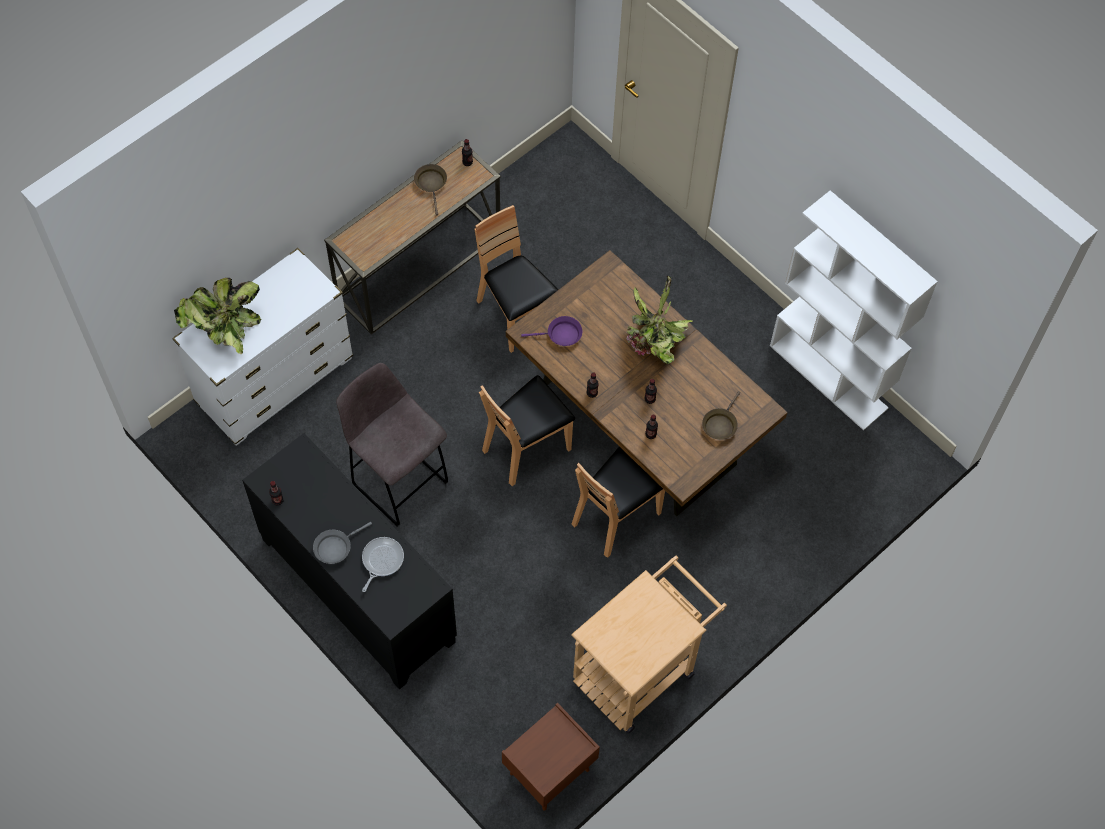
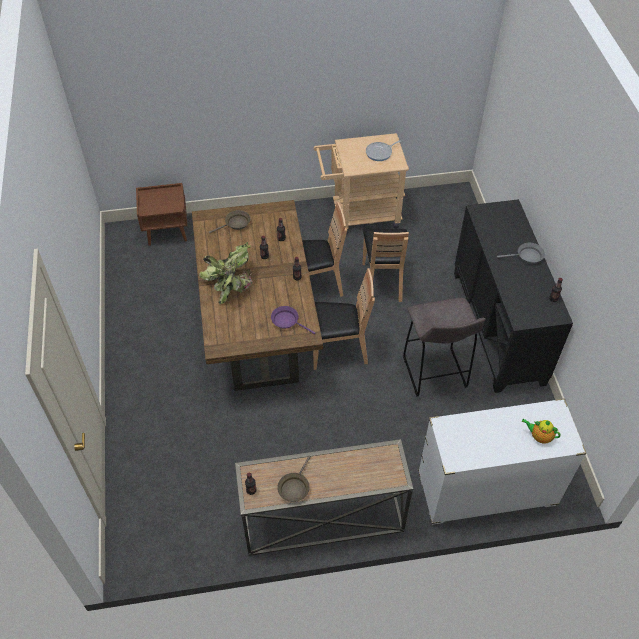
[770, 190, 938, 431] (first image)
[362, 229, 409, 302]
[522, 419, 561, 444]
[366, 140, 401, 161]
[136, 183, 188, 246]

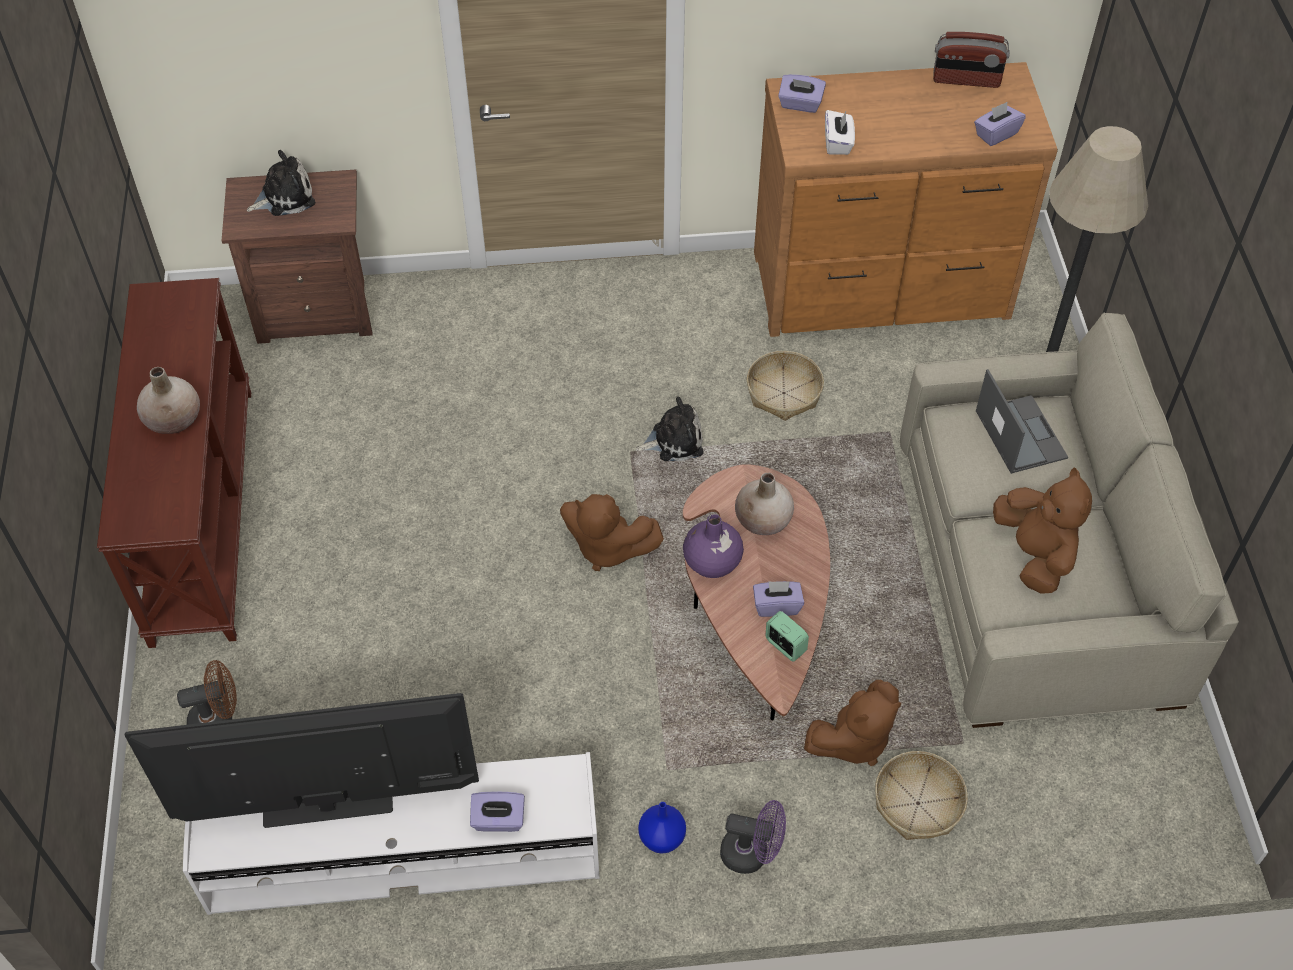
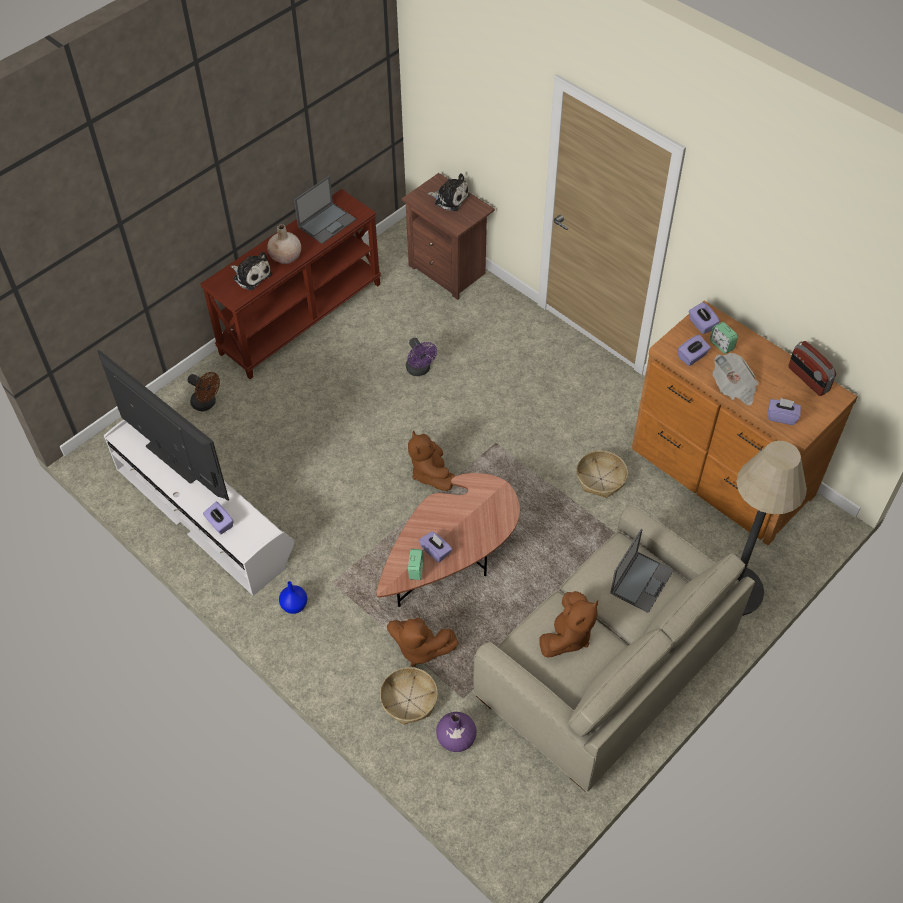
[678, 335, 711, 366]
[231, 252, 272, 291]
[735, 473, 794, 535] (first image)
[436, 712, 477, 752]
[406, 338, 437, 376]
[294, 176, 356, 244]
[710, 322, 738, 354]
[713, 353, 759, 406]

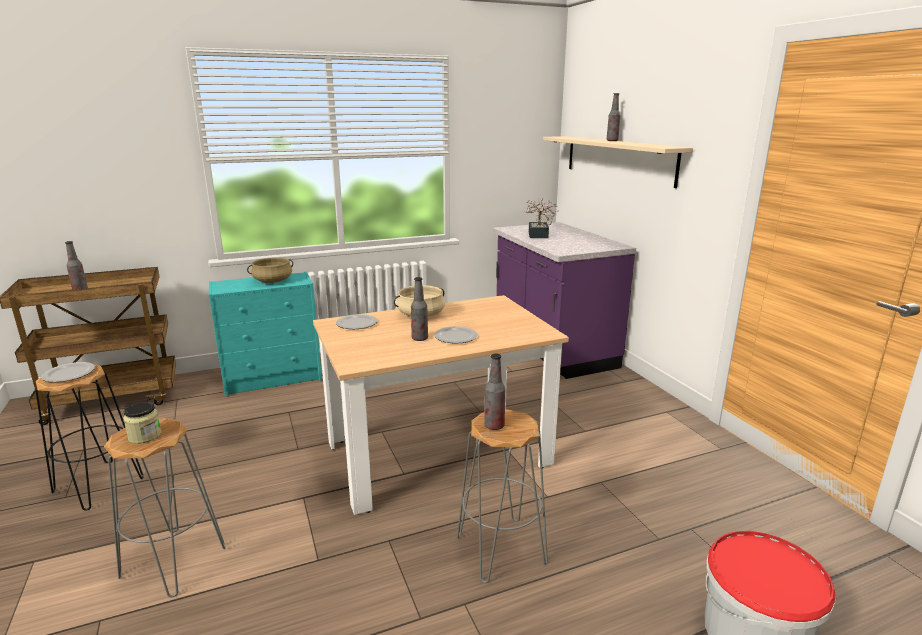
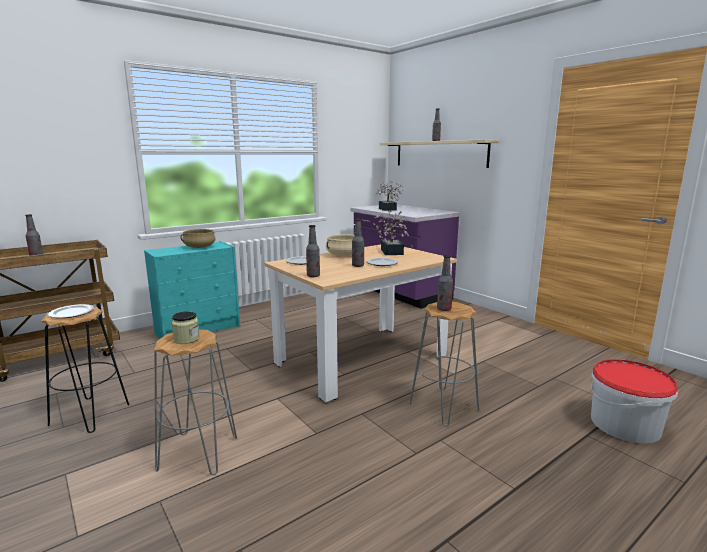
[373, 210, 409, 255]
[306, 225, 320, 277]

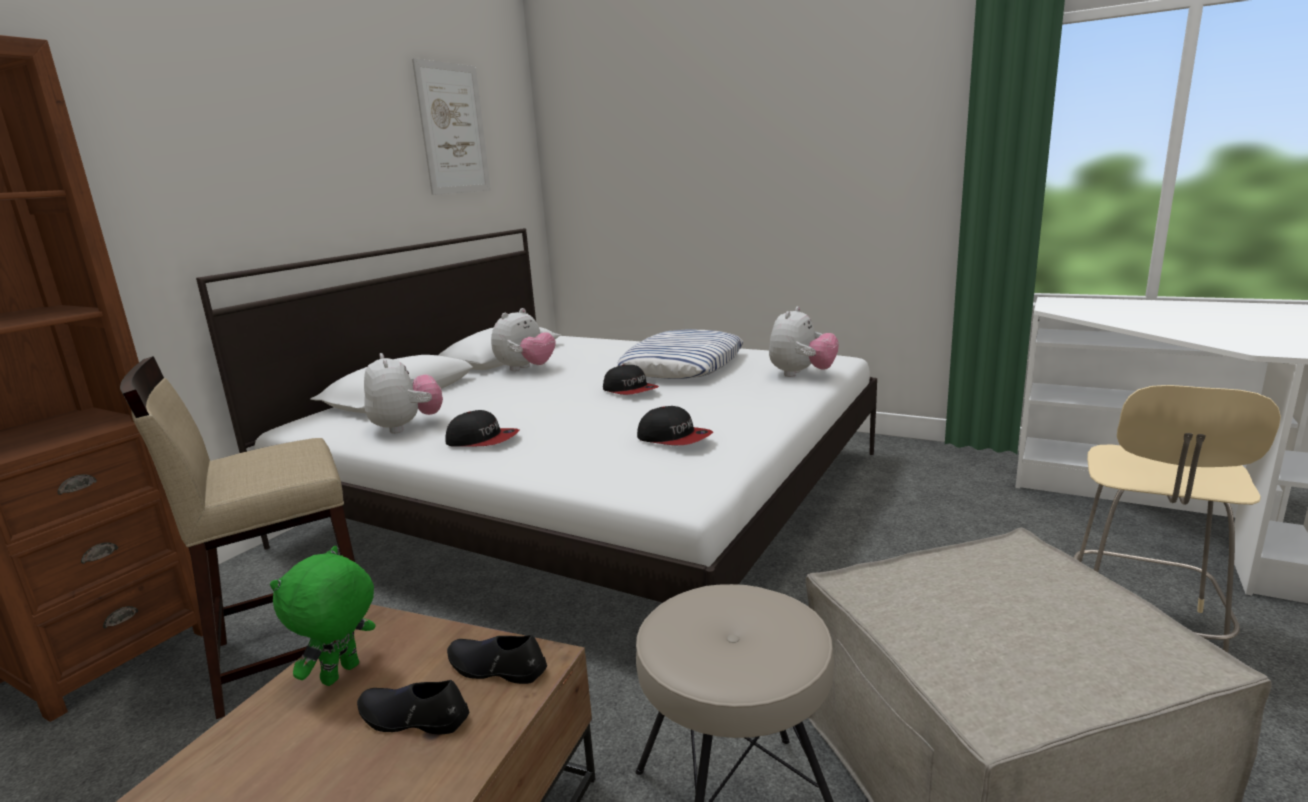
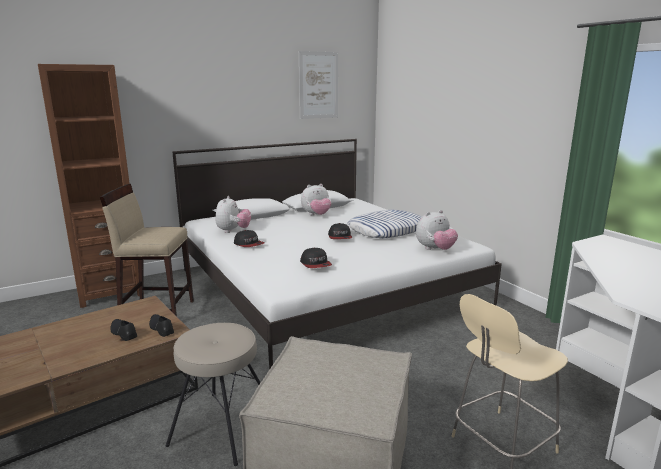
[270, 546, 375, 686] (first image)

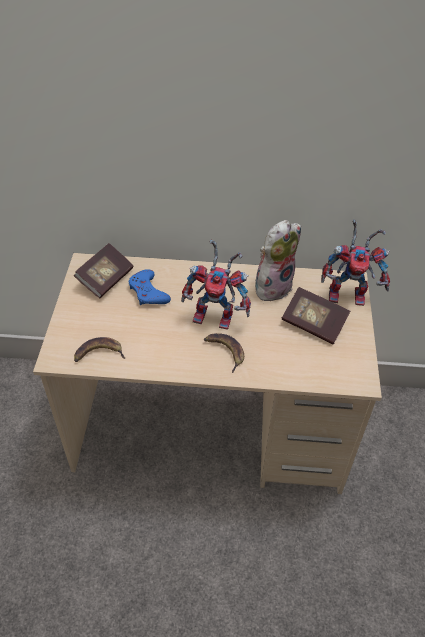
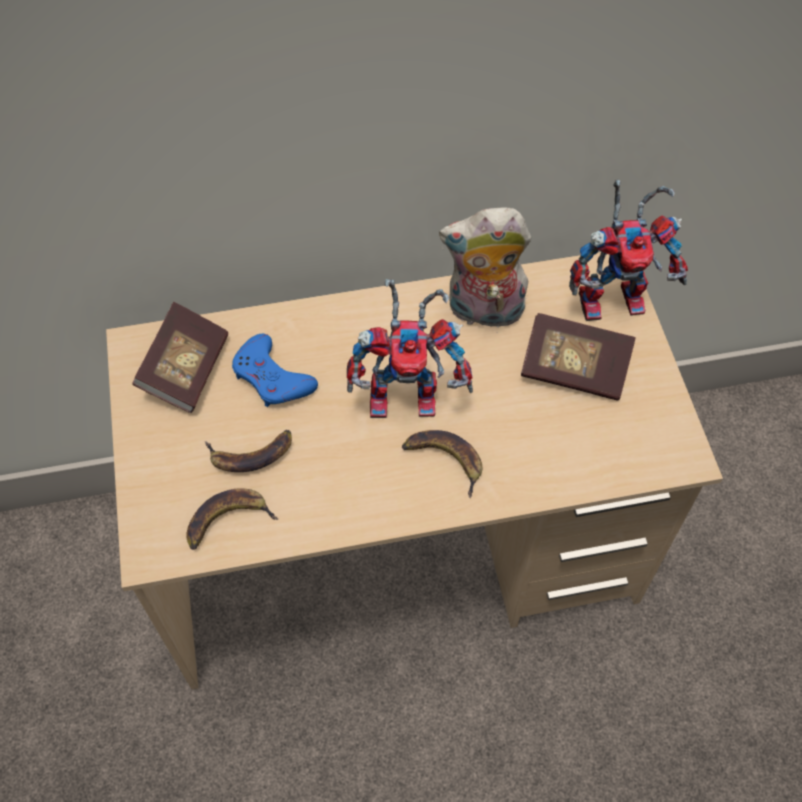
[439, 208, 531, 328]
[205, 430, 292, 472]

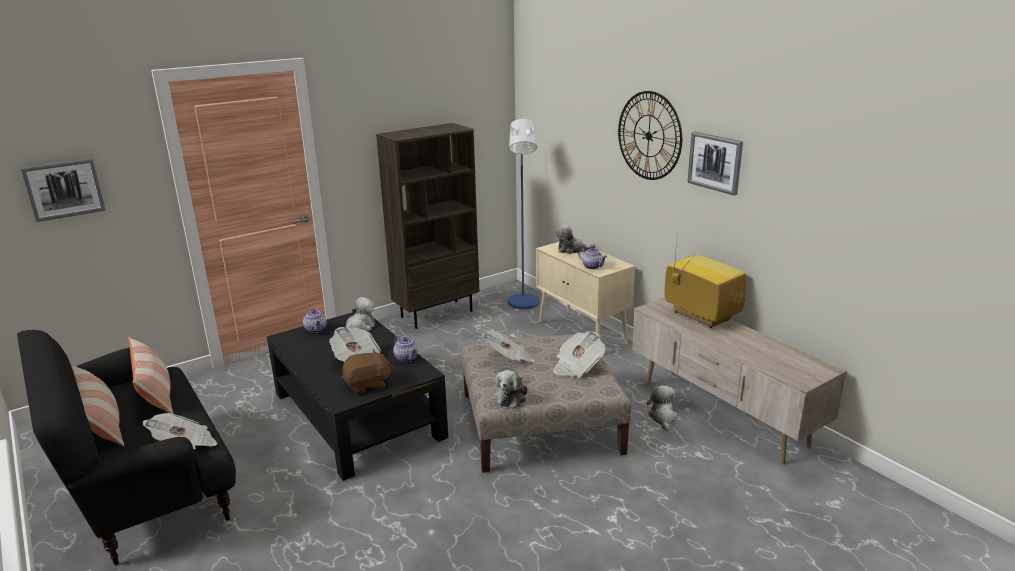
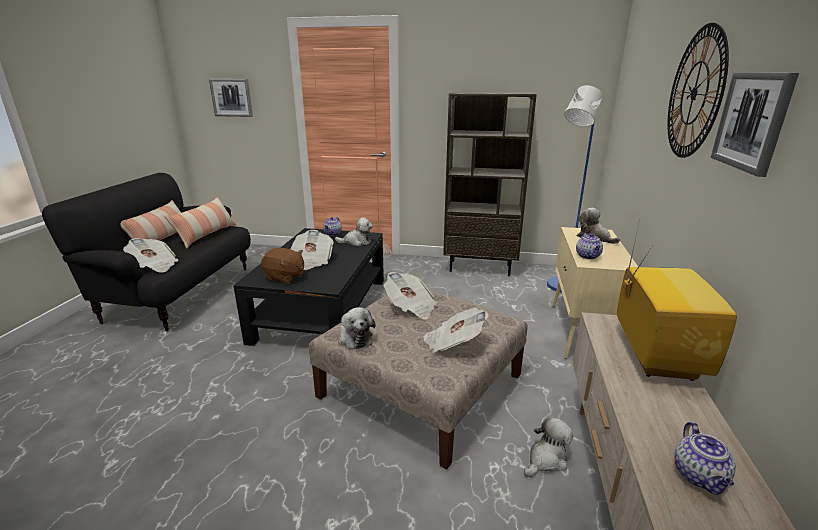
[674, 422, 736, 495]
[338, 307, 376, 349]

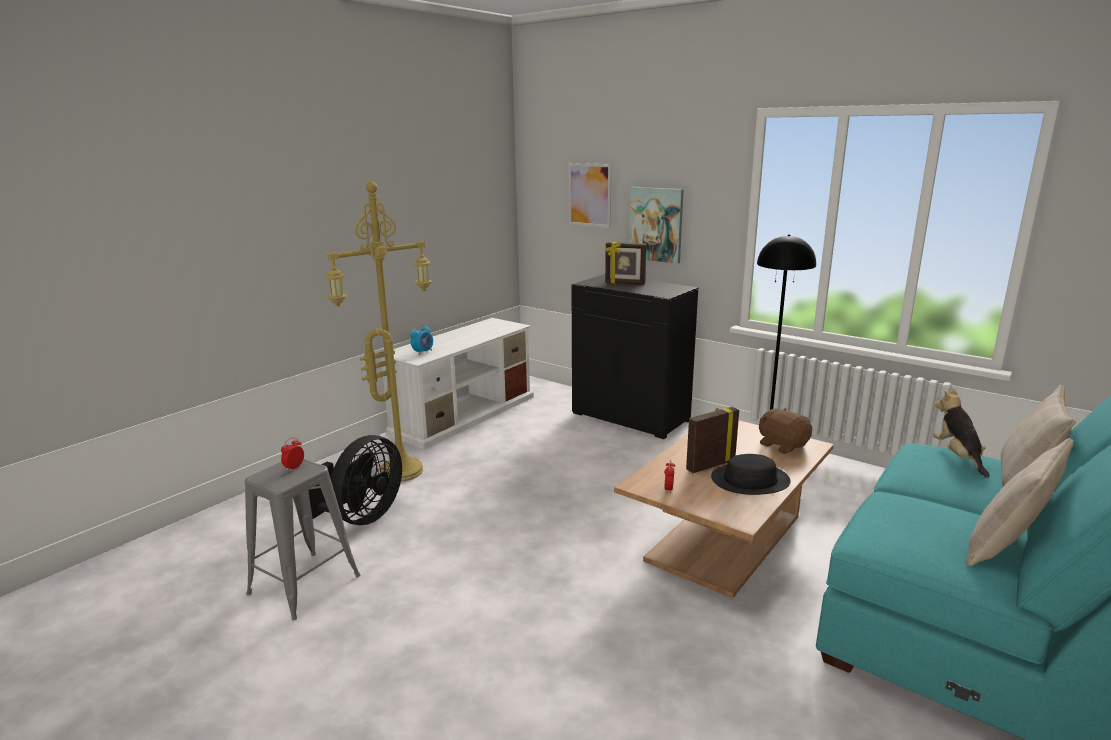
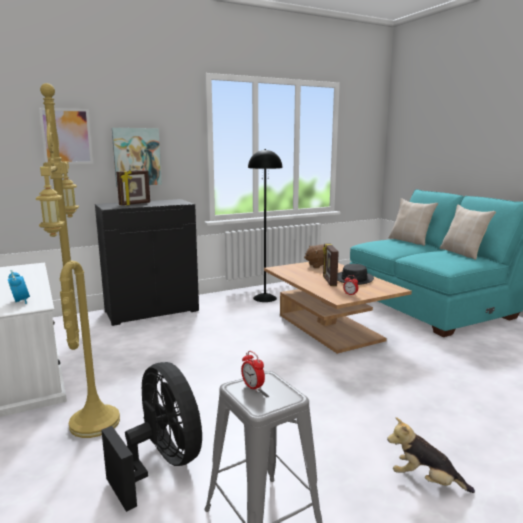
[387, 417, 475, 493]

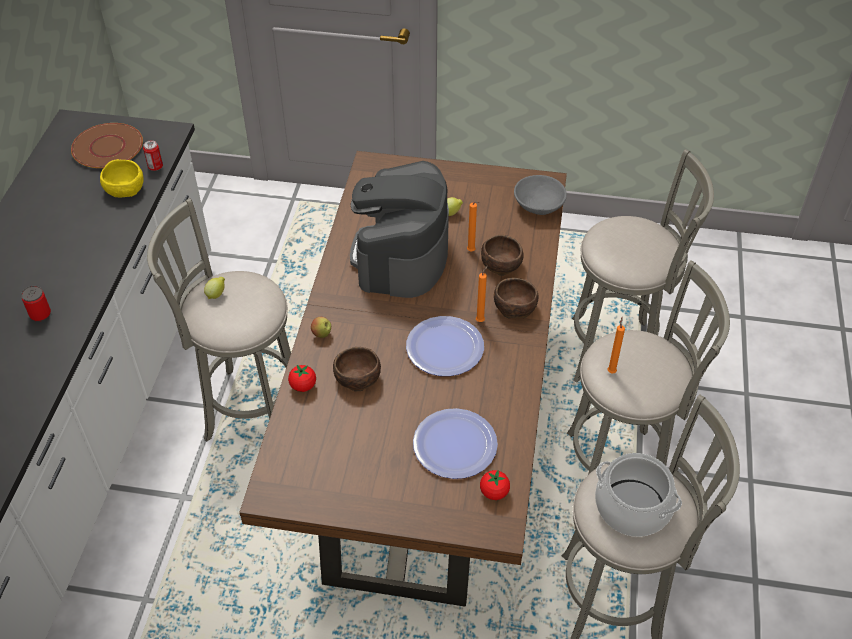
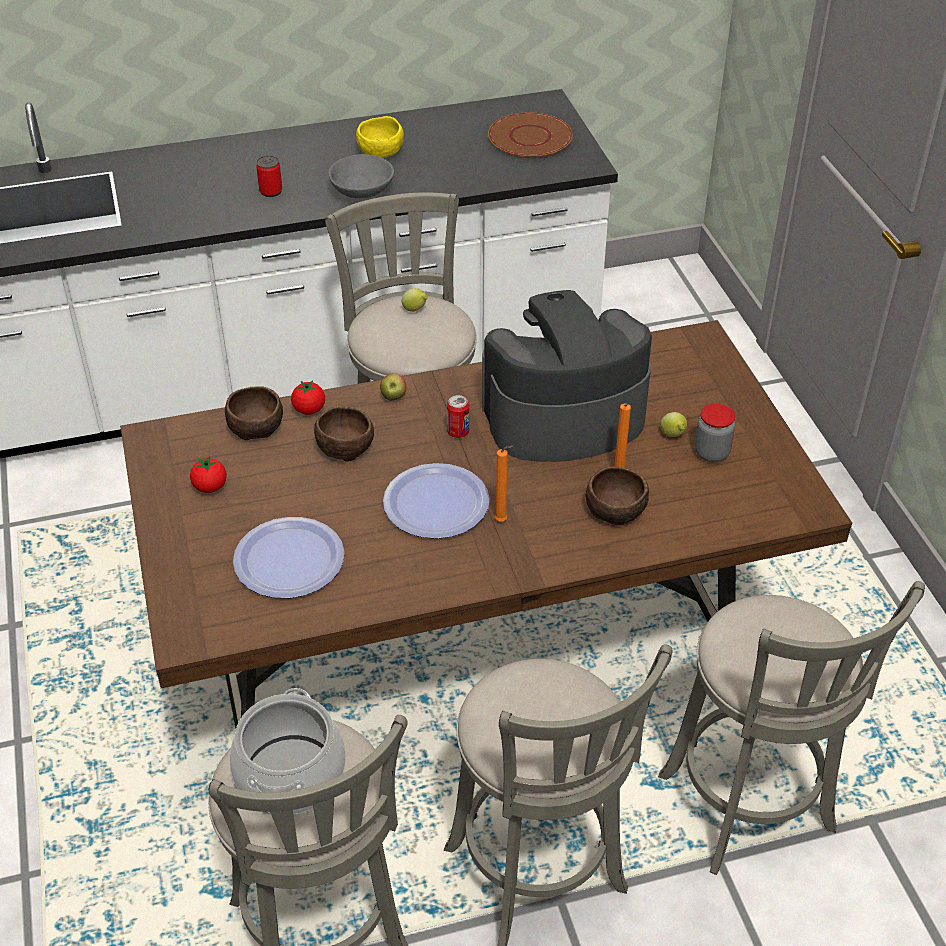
[447, 395, 469, 438]
[356, 116, 404, 158]
[328, 154, 394, 198]
[225, 386, 283, 440]
[608, 317, 625, 373] (first image)
[190, 456, 227, 493]
[695, 404, 735, 462]

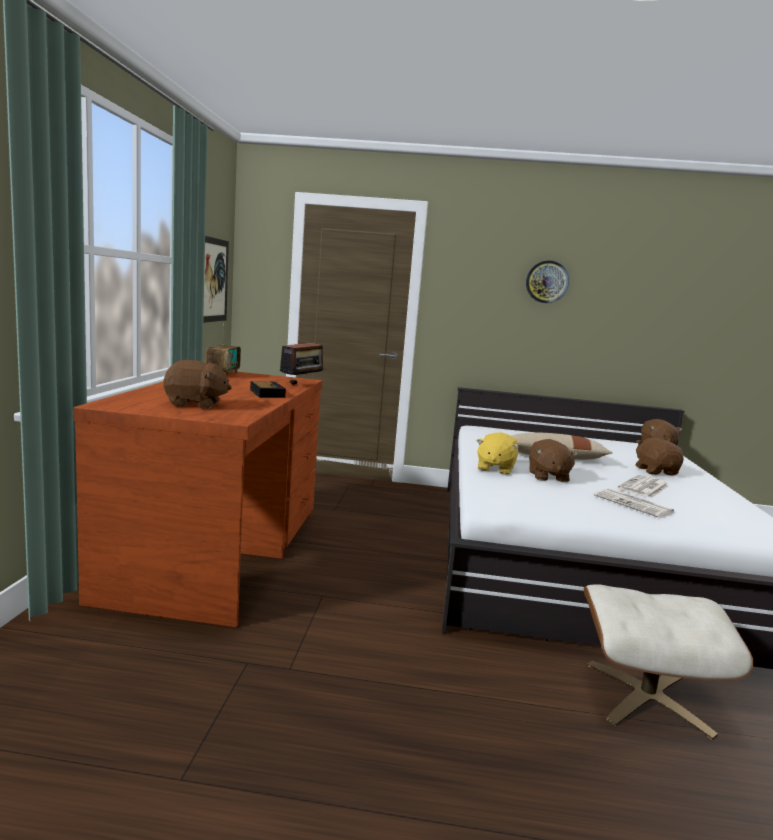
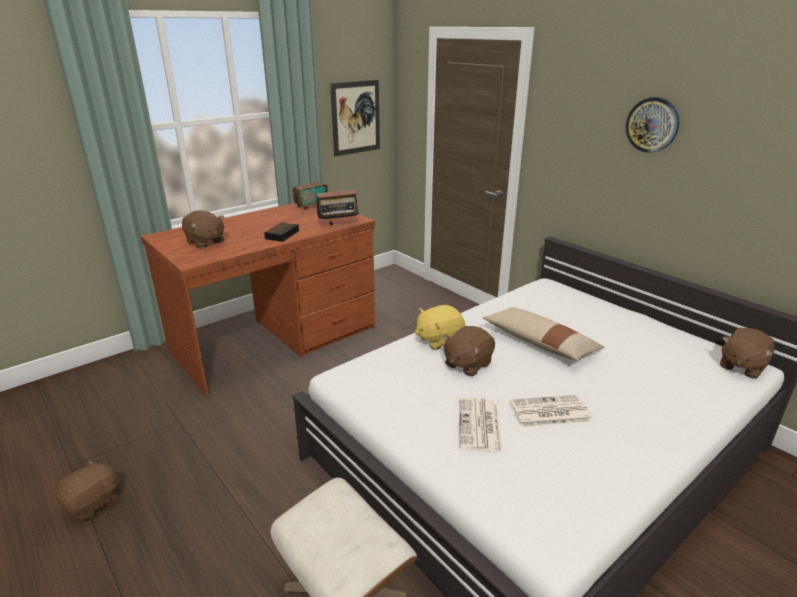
[56, 460, 120, 520]

